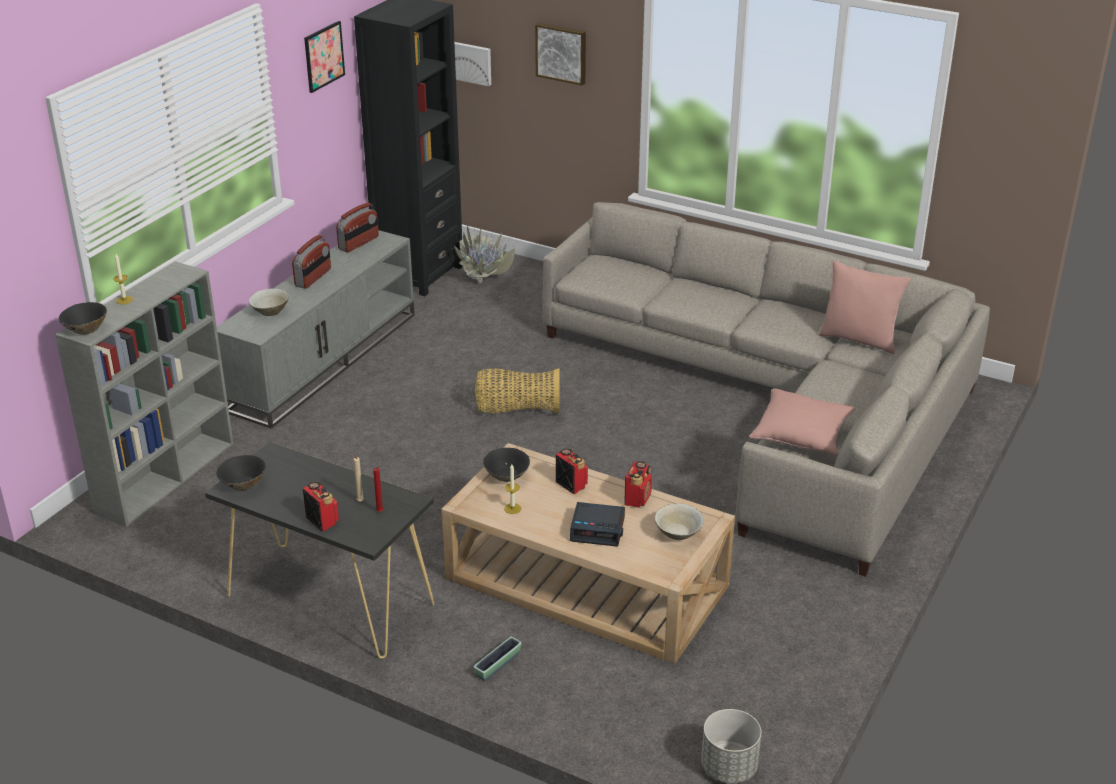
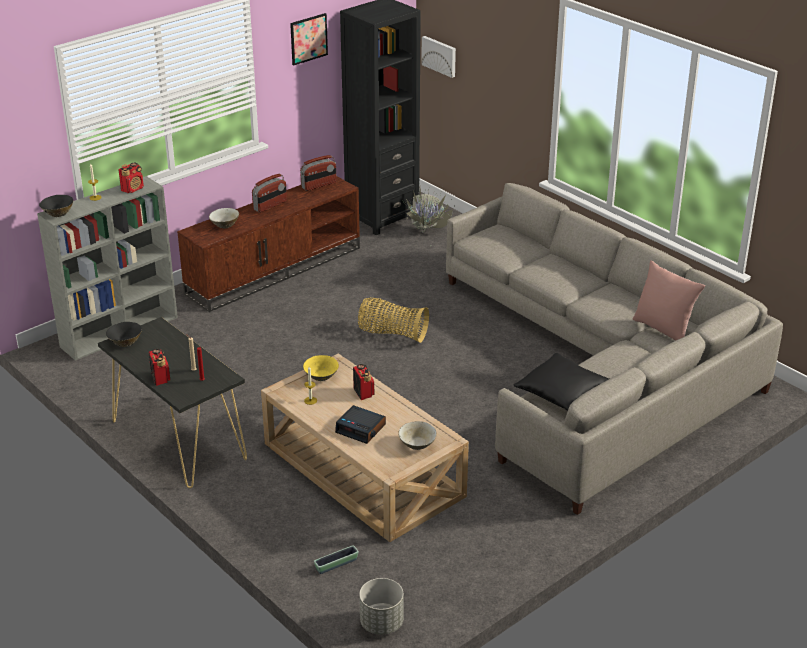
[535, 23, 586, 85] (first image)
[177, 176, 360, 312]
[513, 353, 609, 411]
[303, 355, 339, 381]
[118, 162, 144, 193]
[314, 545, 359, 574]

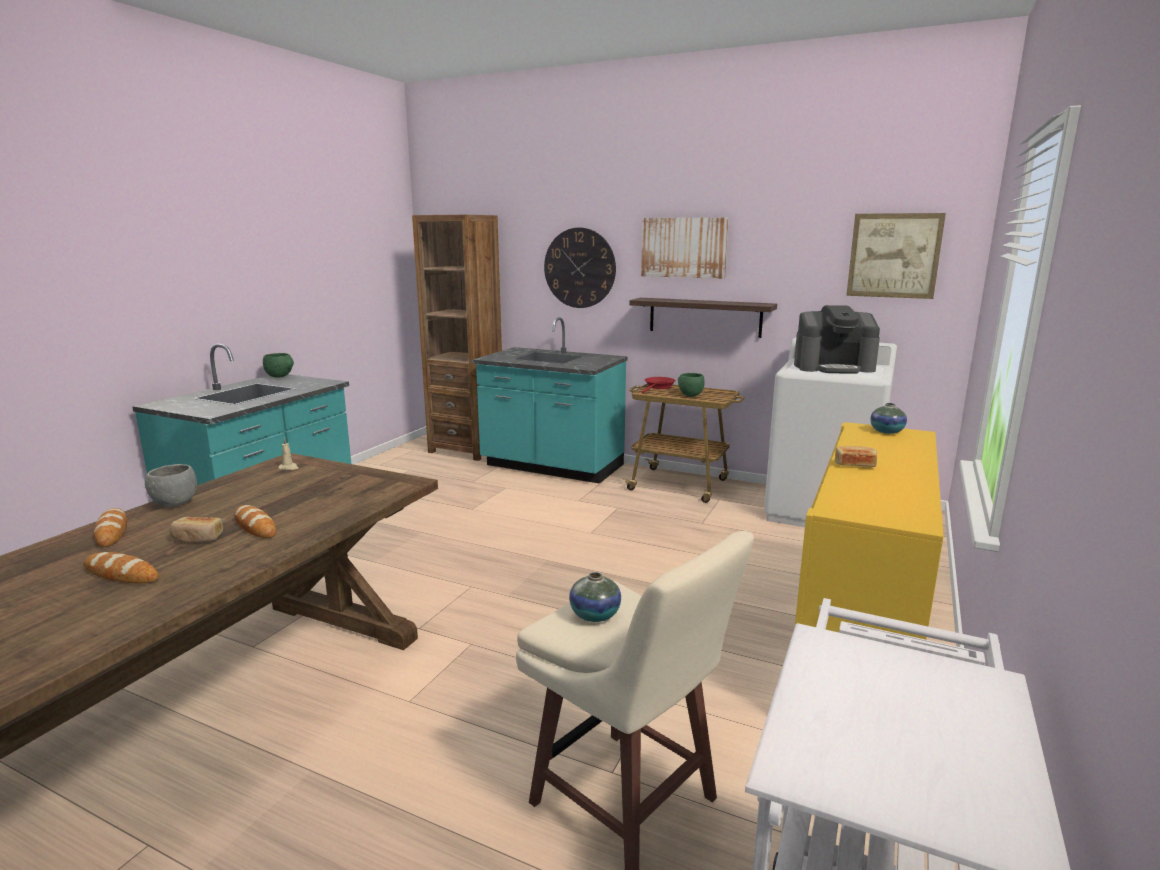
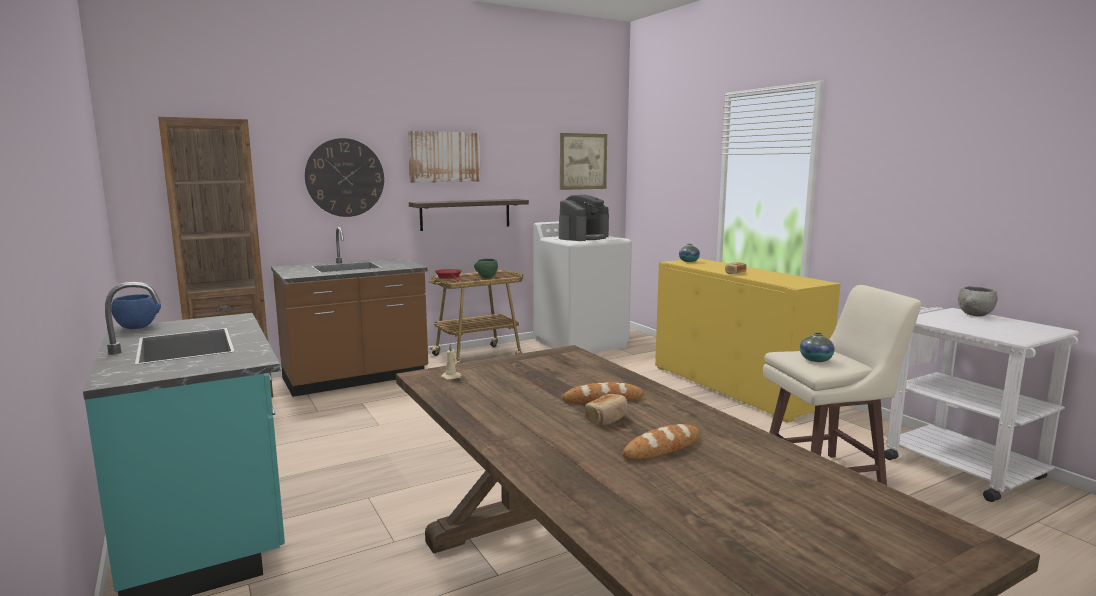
[271, 227, 428, 397]
[111, 294, 161, 329]
[958, 286, 998, 317]
[94, 508, 127, 547] (first image)

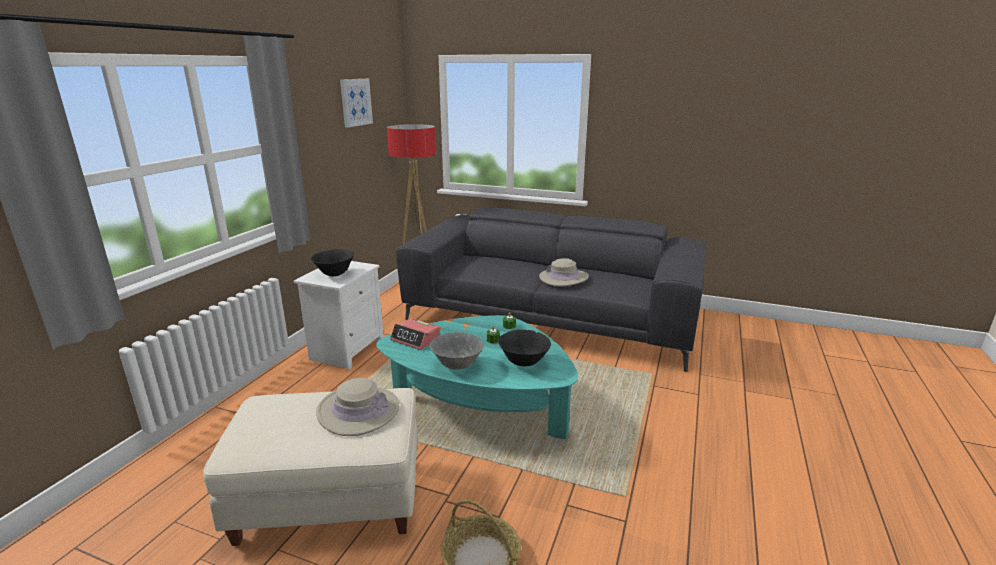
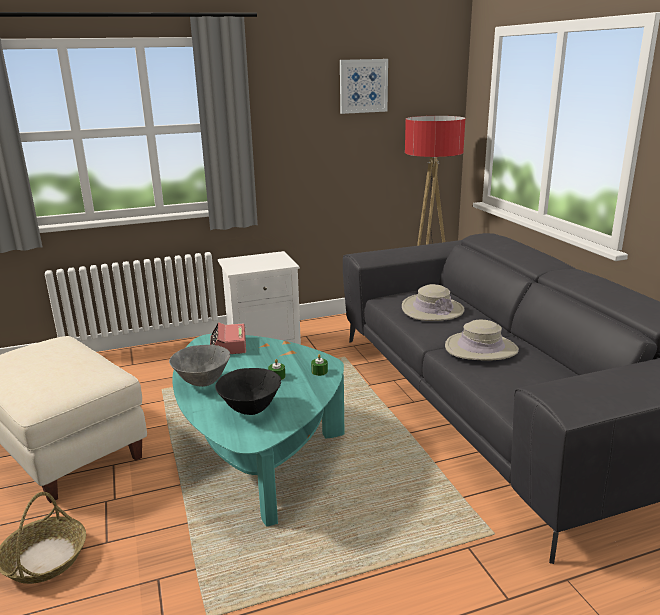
[311, 249, 354, 277] (first image)
[402, 284, 464, 321]

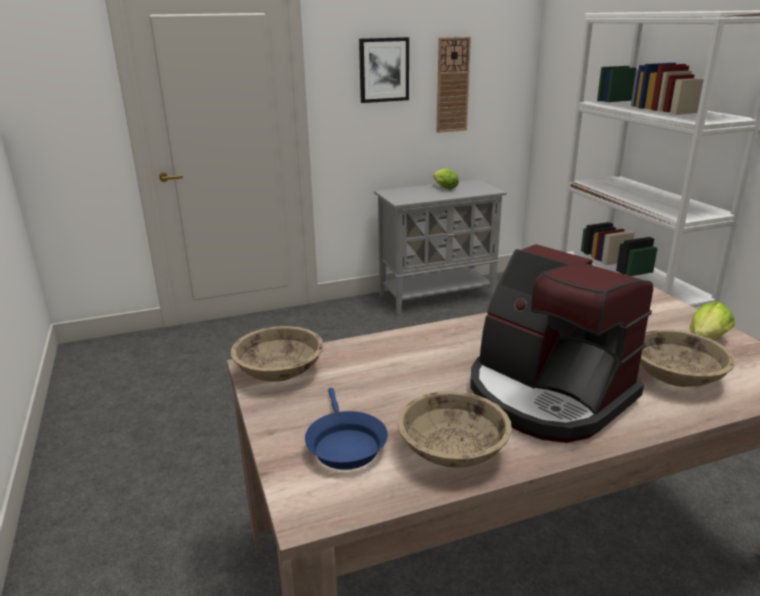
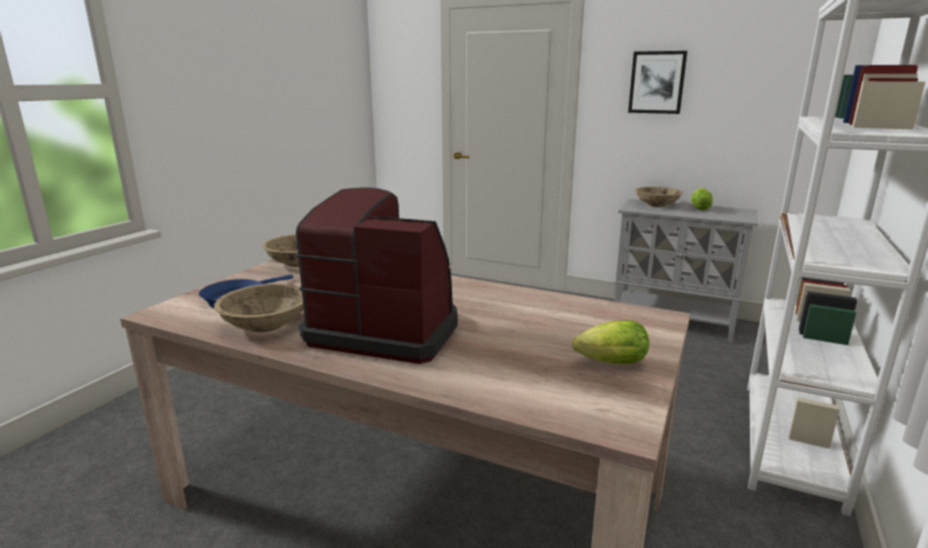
[437, 37, 471, 133] (first image)
[296, 187, 458, 364]
[635, 187, 683, 207]

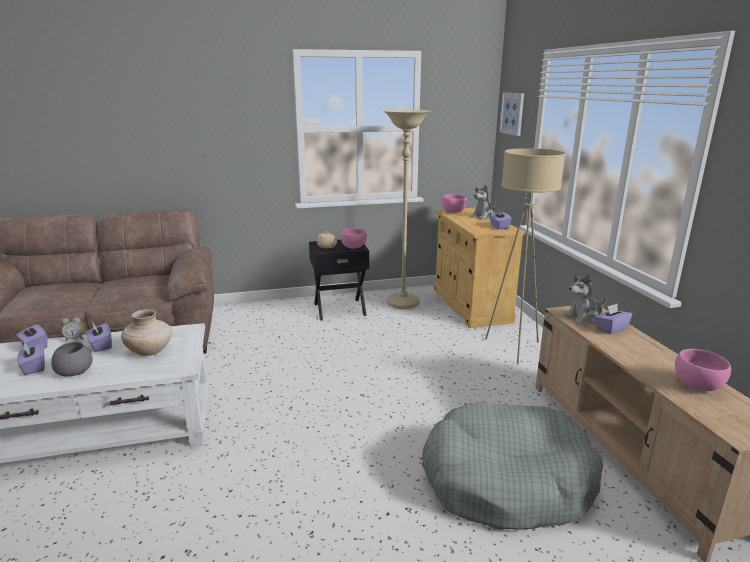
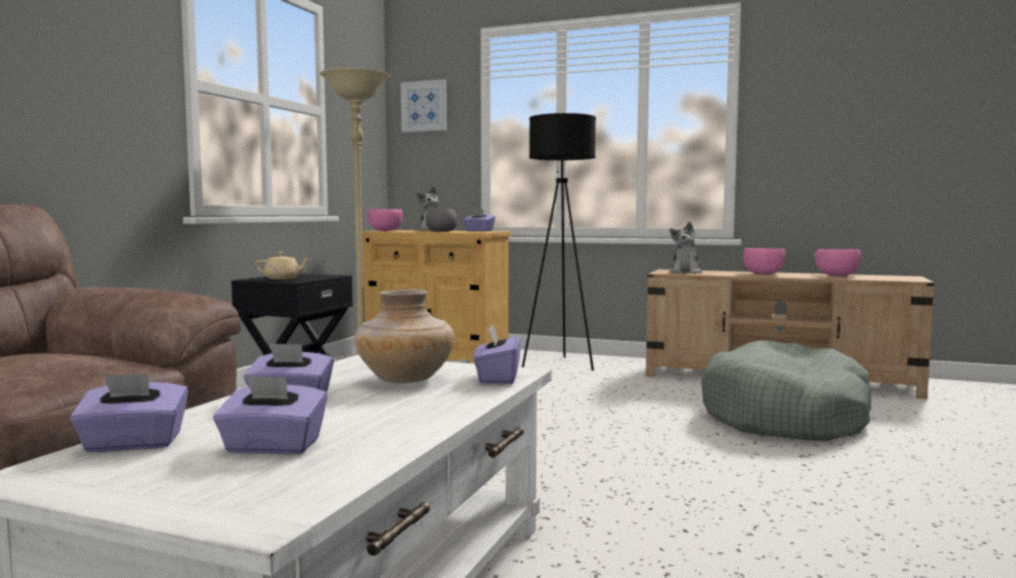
[522, 113, 596, 371]
[743, 248, 786, 274]
[473, 324, 521, 384]
[61, 317, 84, 342] (first image)
[426, 209, 458, 232]

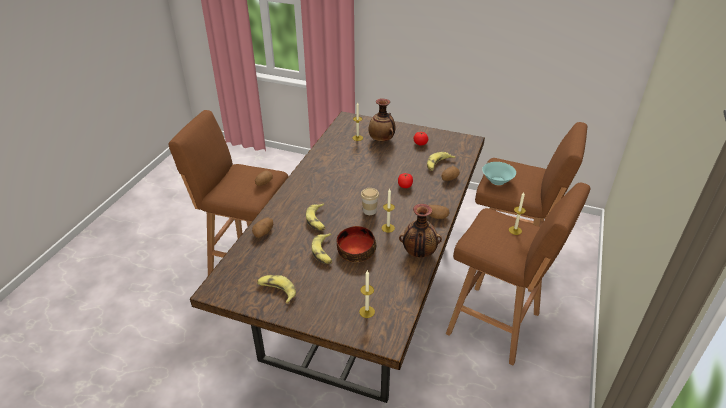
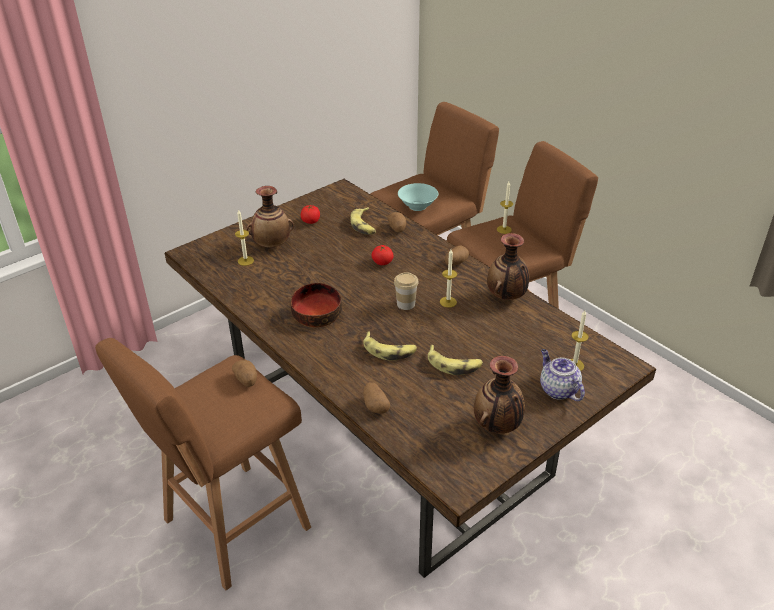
[291, 283, 342, 327]
[474, 356, 525, 434]
[540, 349, 585, 401]

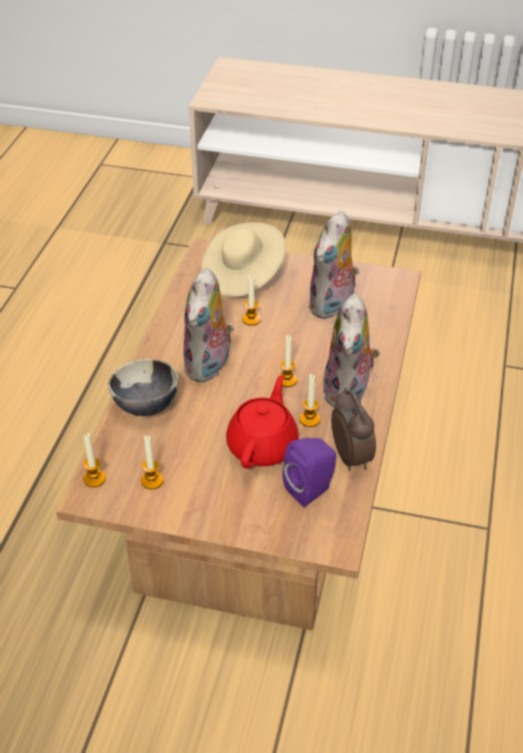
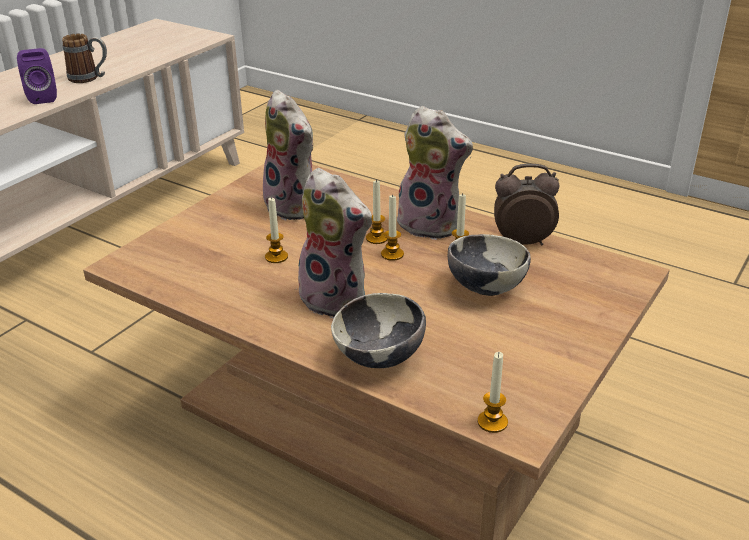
[201, 222, 286, 297] (first image)
[448, 234, 531, 296]
[366, 179, 388, 244]
[17, 48, 57, 104]
[62, 33, 107, 83]

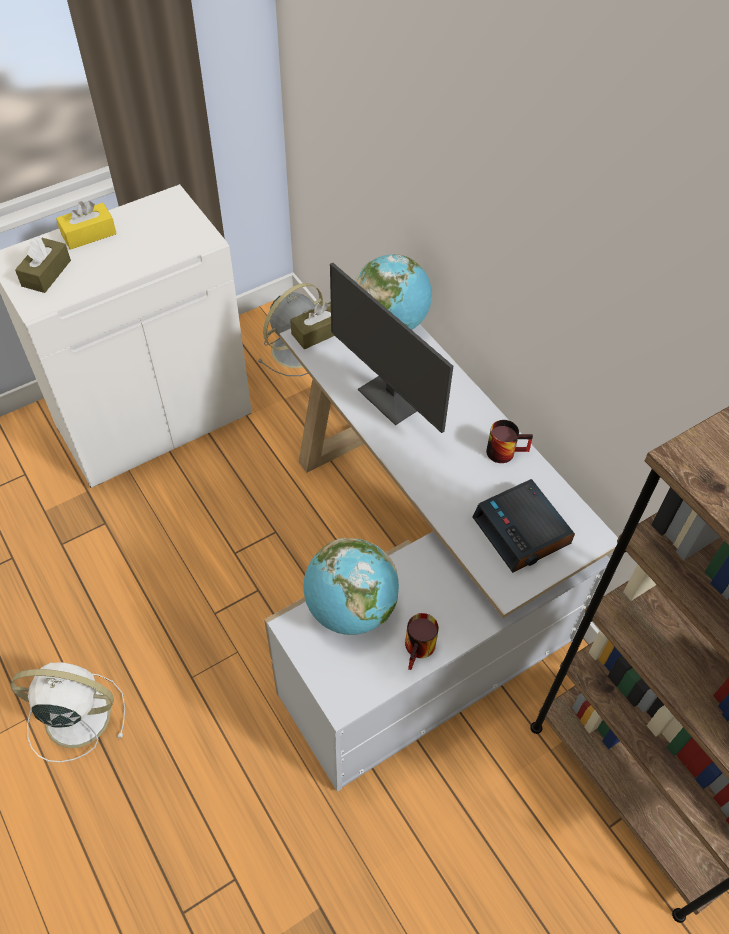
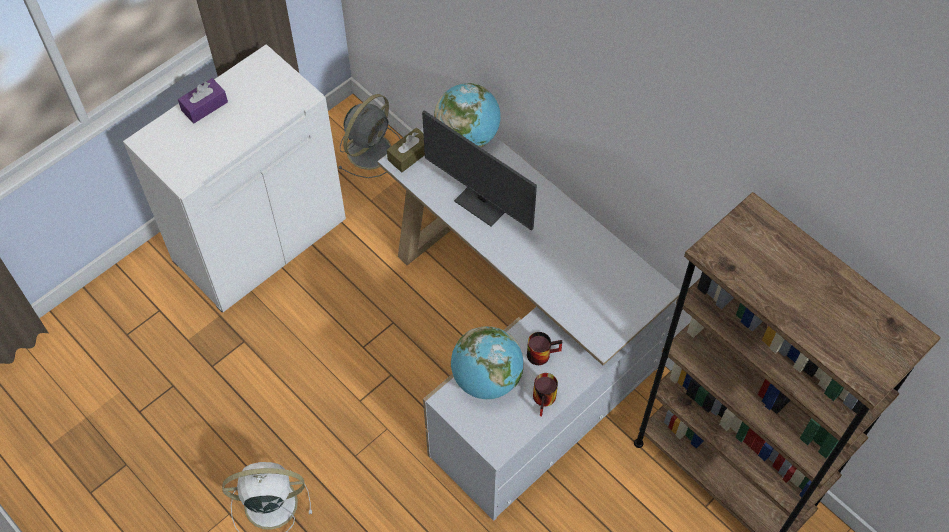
[178, 78, 228, 124]
[15, 236, 71, 293] (first image)
[527, 332, 562, 365]
[473, 479, 575, 573] (first image)

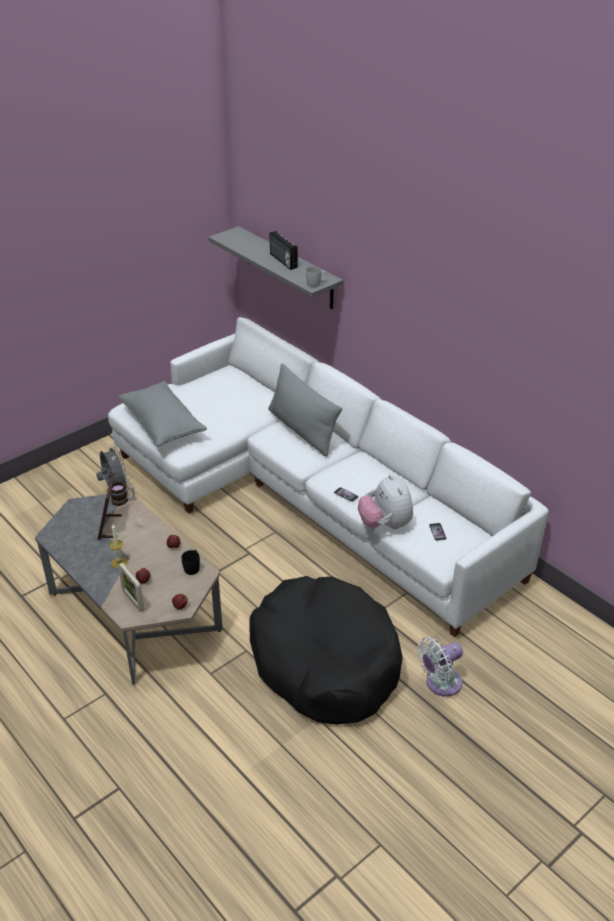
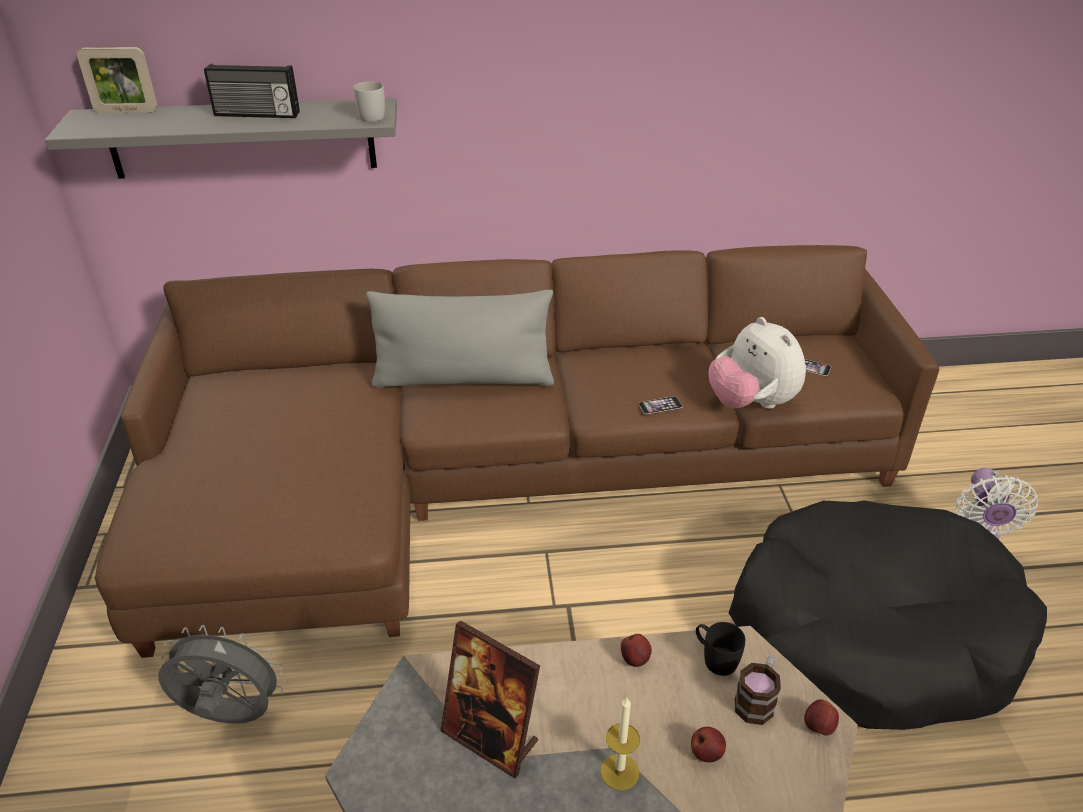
[95, 245, 939, 658]
[118, 381, 207, 447] (first image)
[708, 317, 806, 409]
[735, 656, 781, 725]
[77, 47, 157, 113]

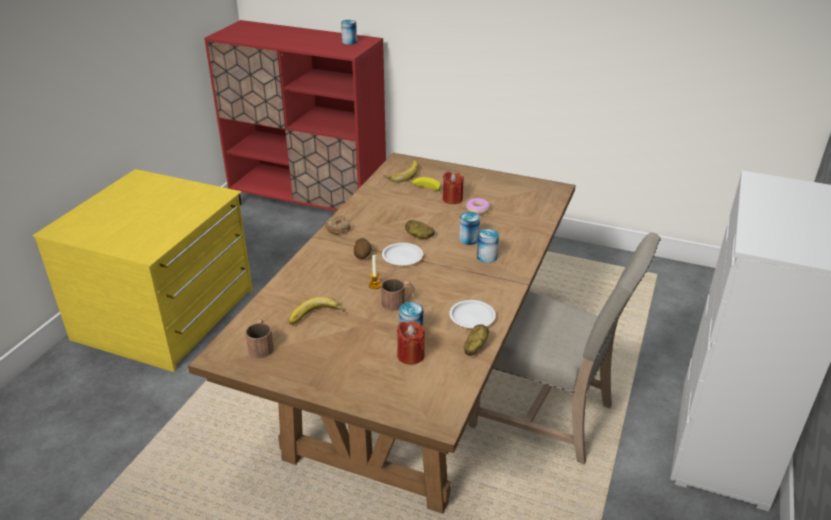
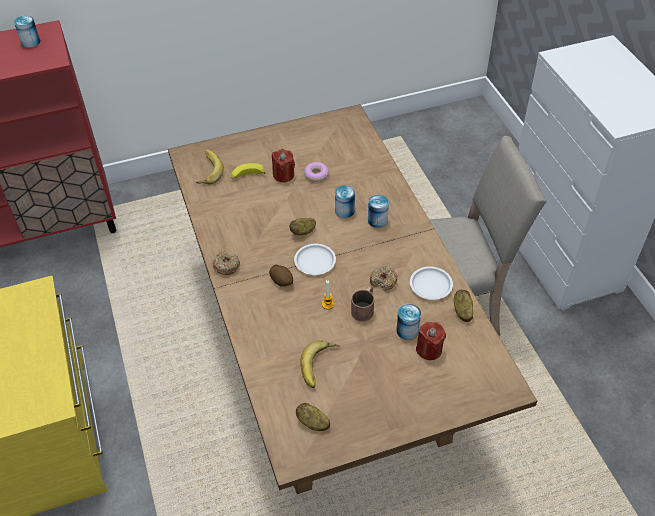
[296, 403, 330, 431]
[370, 266, 398, 291]

